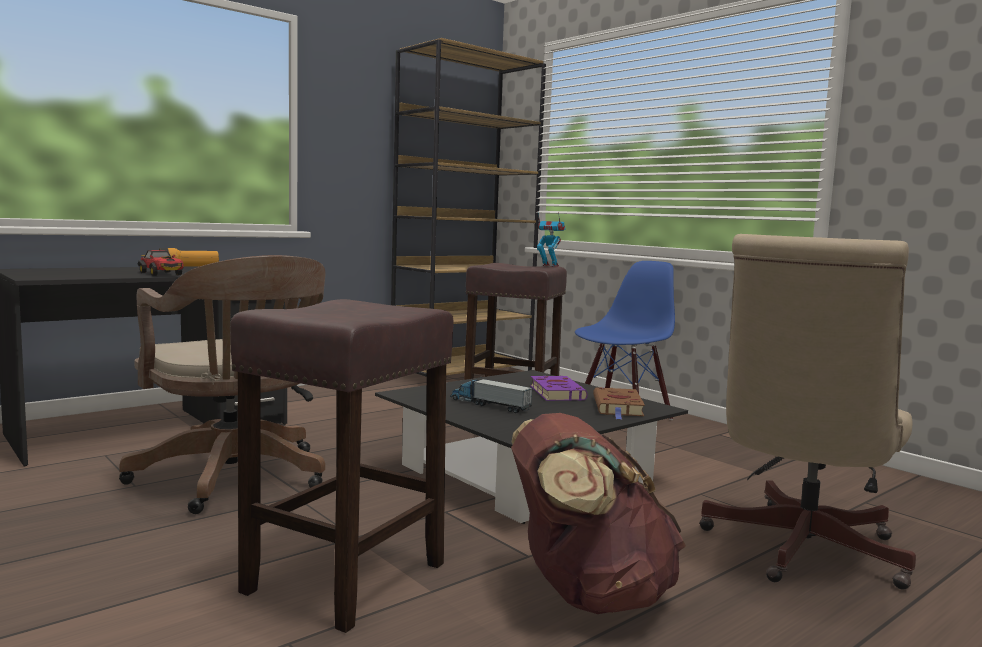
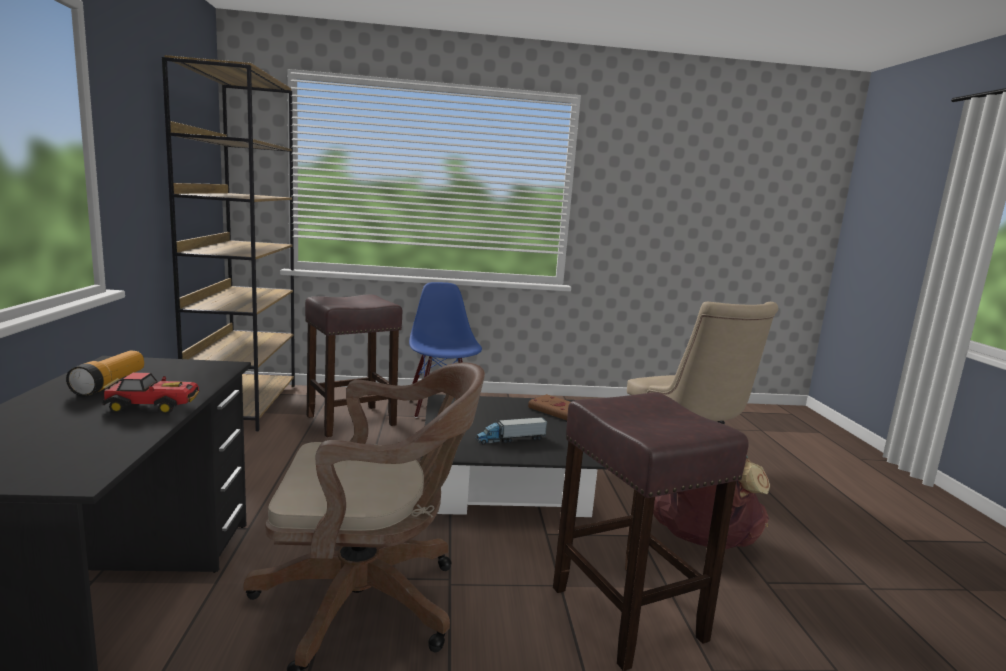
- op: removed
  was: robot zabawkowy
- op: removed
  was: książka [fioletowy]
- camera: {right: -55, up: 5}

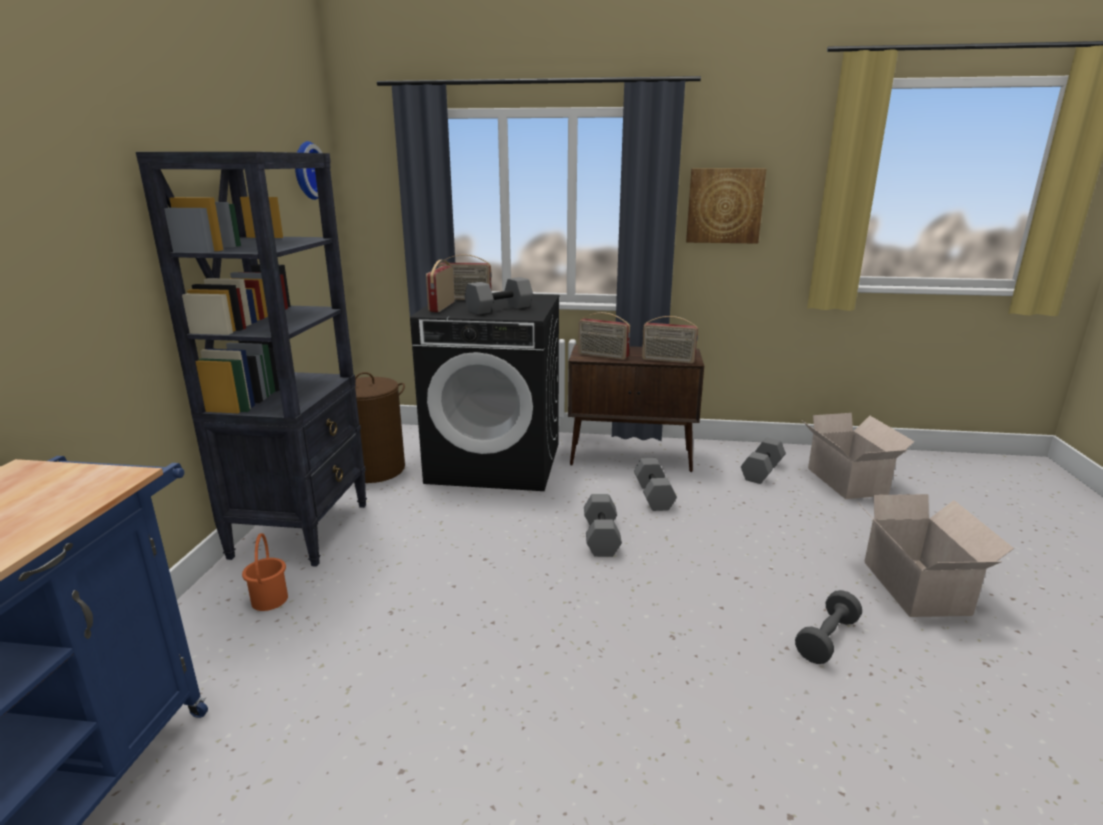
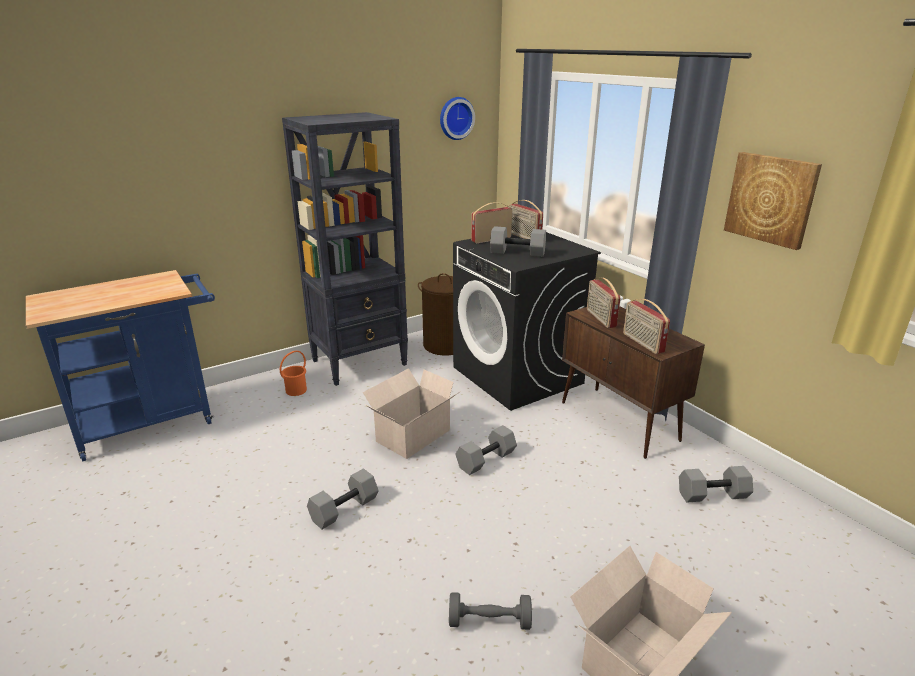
- op: moved
  was: karton (1st from left)
- op: moved
  was: hantel [szary] (3rd from left in the first image)
  now: hantel [szary] (1st from left)
- camera: {right: 50, up: 5}

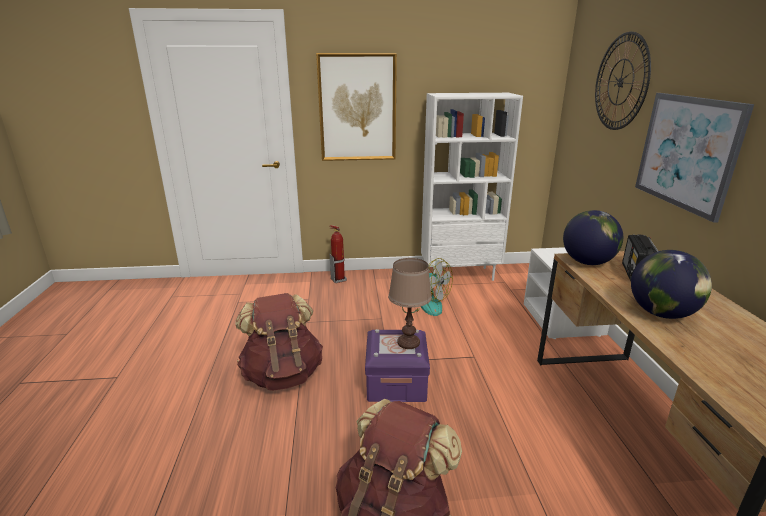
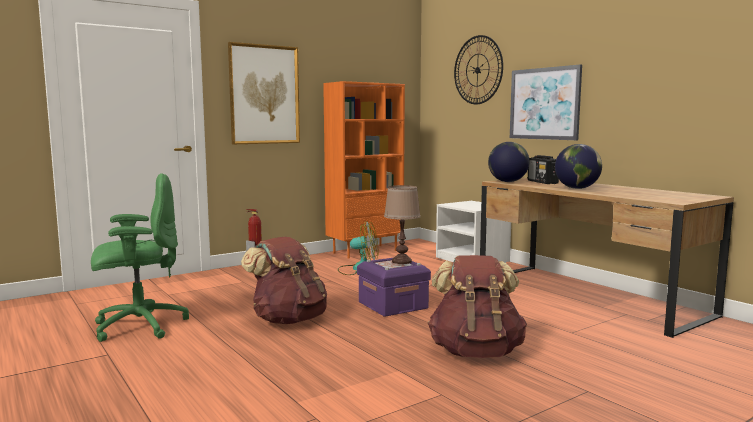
- op: recoloured
  was: regał [biały]
  now: regał [pomarańczowy]
- op: added
  now: krzesło biurowe [zielony]
- camera: {right: -30, up: -15}

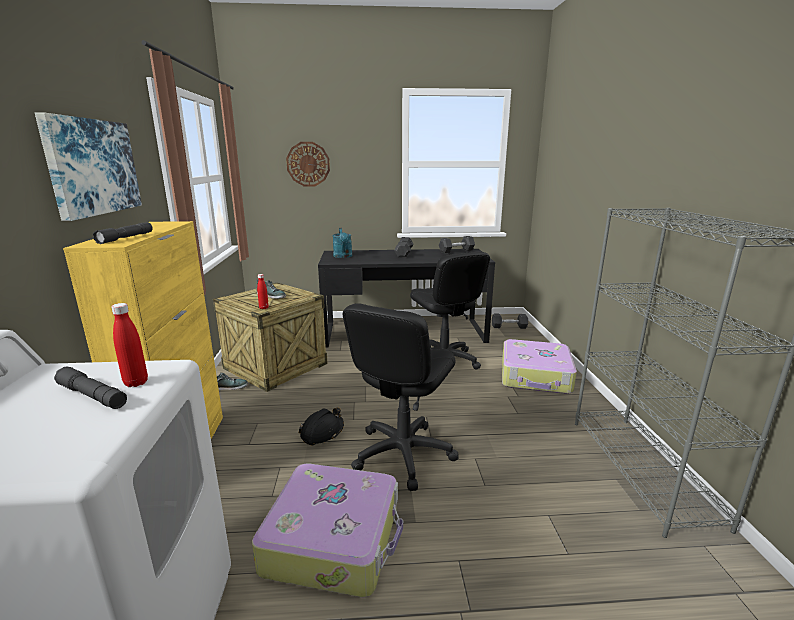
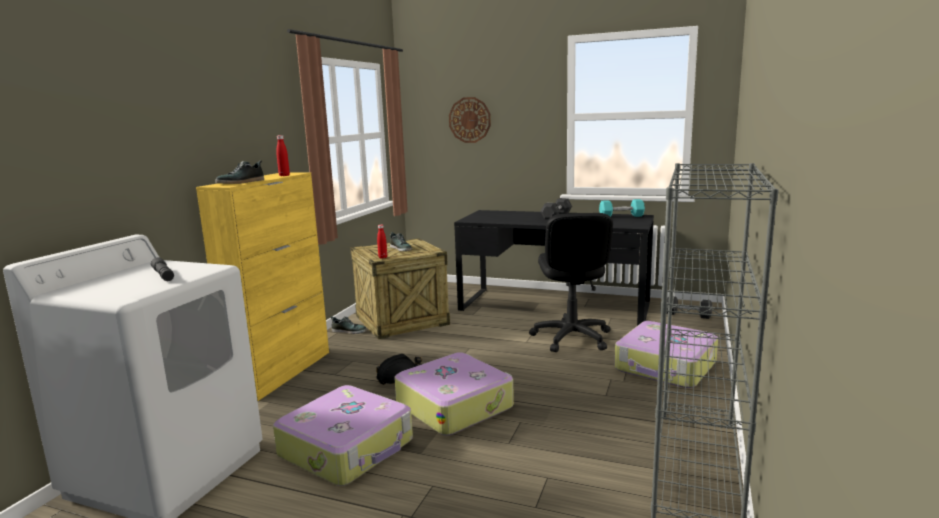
- op: removed
  was: obraz
- op: replaced
  was: latarka [szary] (2nd from left)
  now: but (1st from left)
- op: removed
  was: konewka [turkusowy]
- op: recoloured
  was: hantel [szary] (2nd from left)
  now: hantel [turkusowy]
- op: moved
  was: butelka [czerwony] (1st from left)
- op: replaced
  was: krzesło biurowe [czarny] (1st from left)
  now: walizka (2nd from left)
- camera: {right: 25, up: -5}

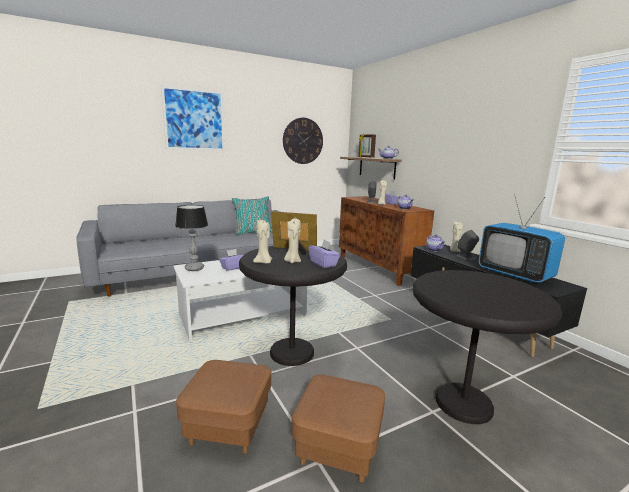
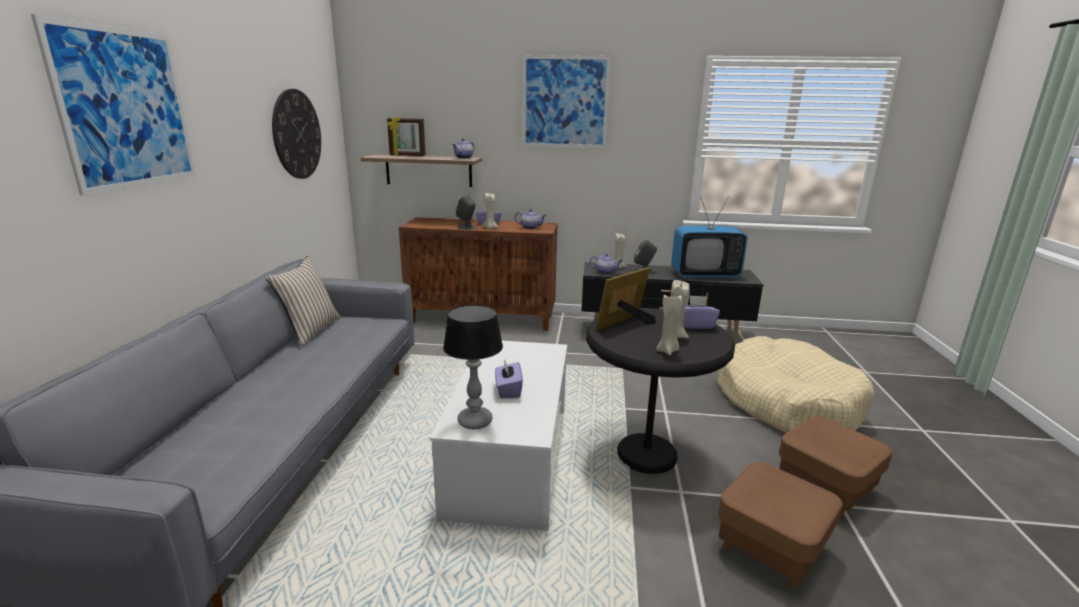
- op: recoloured
  was: poduszka [turkusowy]
  now: poduszka [beżowy]
- op: replaced
  was: stolik [czarny] (2nd from left)
  now: legowisko [beżowy]
- op: added
  now: obraz (2nd from left)
- camera: {right: -55, up: 5}

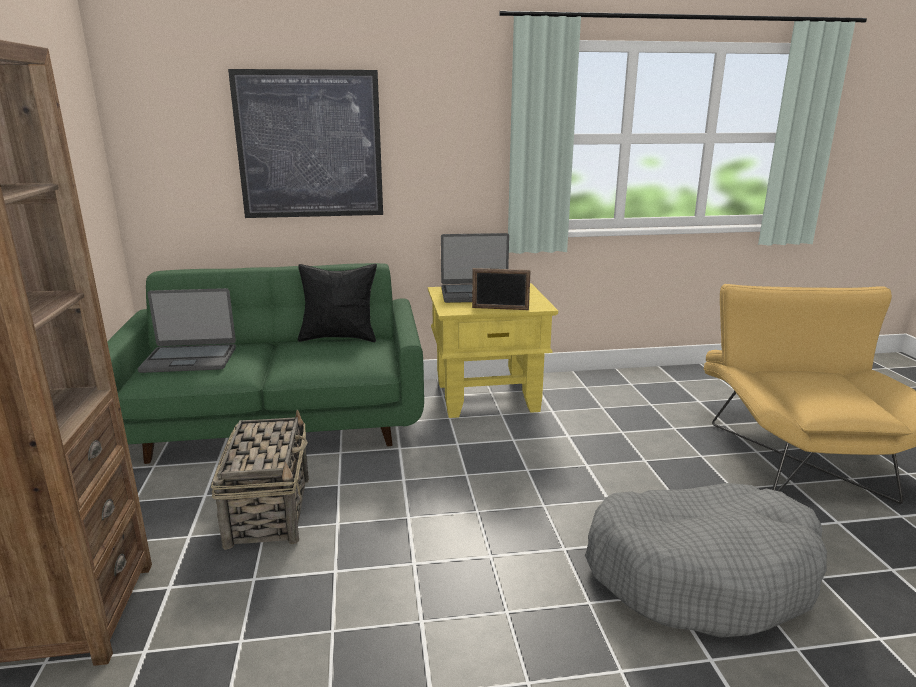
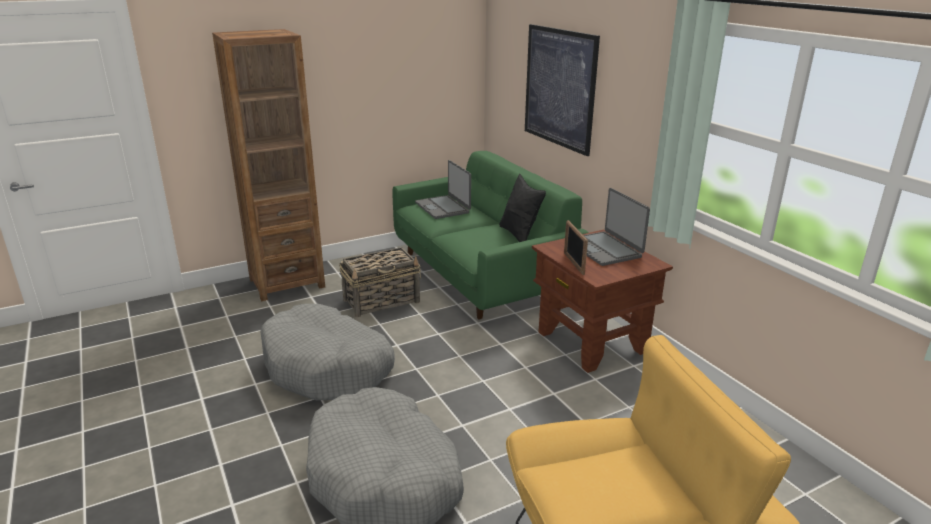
- op: recoloured
  was: stolik [żółty]
  now: stolik [brązowy]
- op: added
  now: legowisko [szary] (1st from left)
- camera: {right: 70, up: 5}

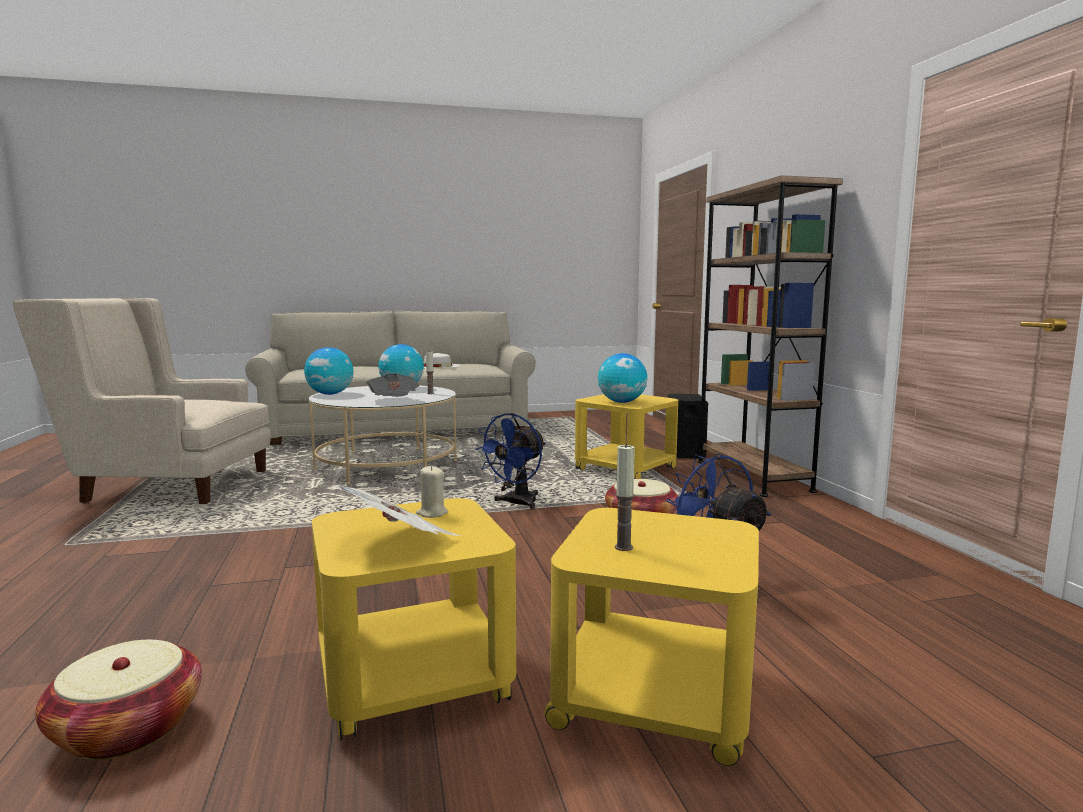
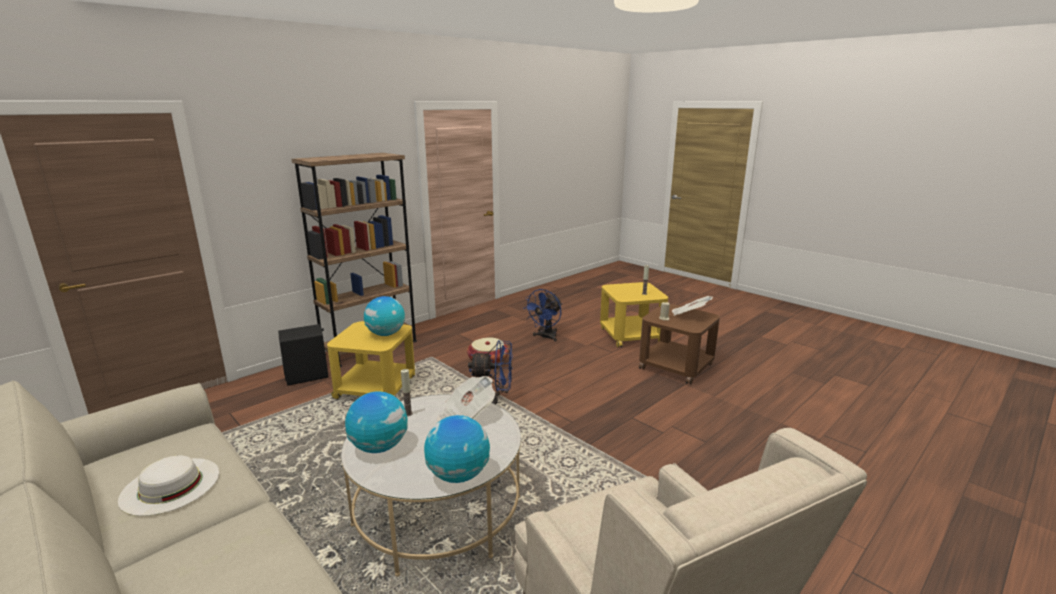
- op: recoloured
  was: stolik [żółty] (1st from left)
  now: stolik [brązowy]
- op: removed
  was: koszyk (1st from left)
- camera: {right: -120, up: 10}

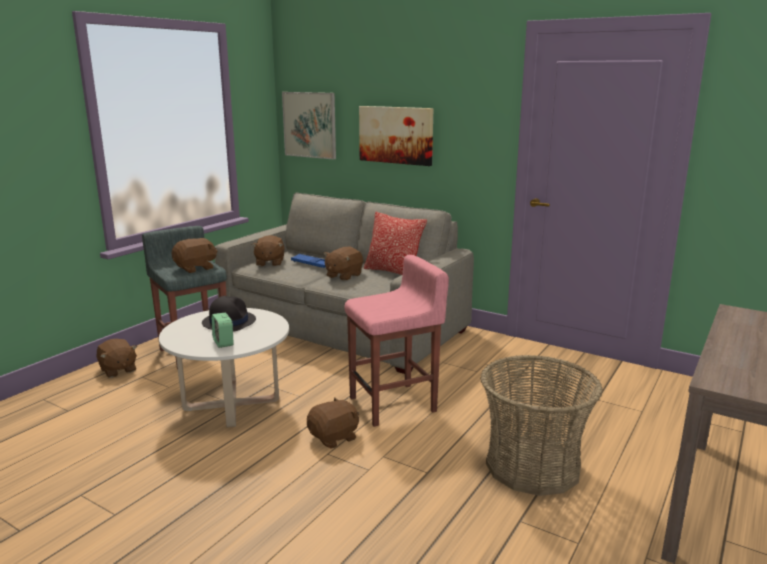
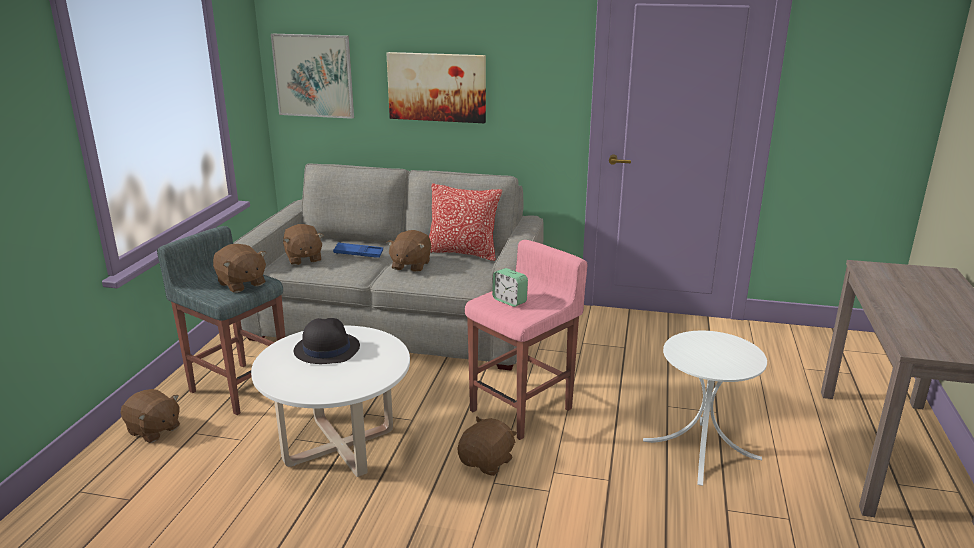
- op: turned
  was: pluszak [brązowy] (2nd from left)
  clockwise: 105
- op: moved
  was: budzik
- op: replaced
  was: koszyk
  now: stolik [biały]
- camera: {right: -20, up: 5}

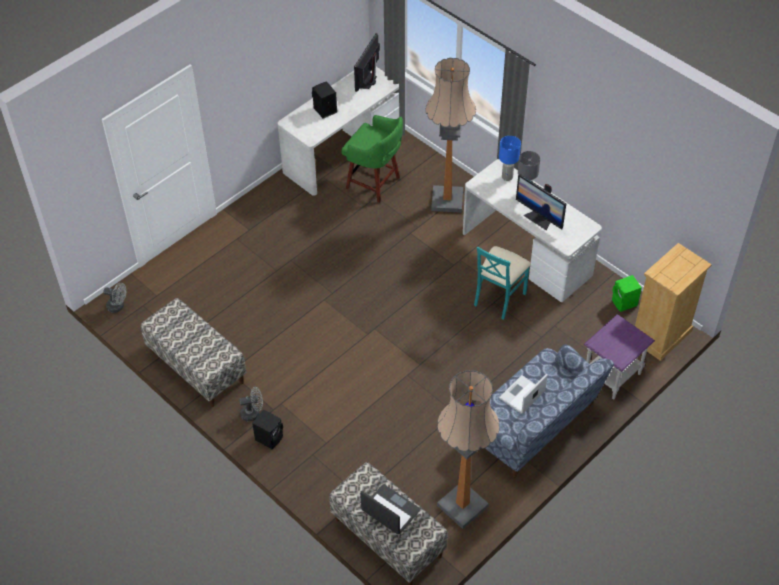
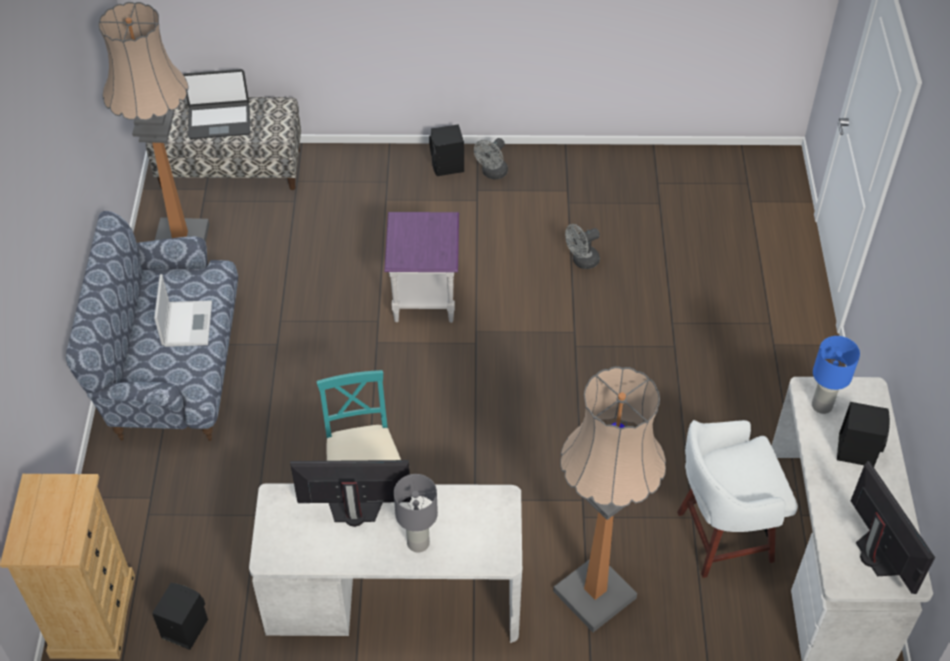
- op: recoloured
  was: stołek [zielony]
  now: stołek [biały]
- op: moved
  was: lampa stołowa [niebieski]
- op: recoloured
  was: głośnik [zielony]
  now: głośnik [czarny] (1st from left)
- op: moved
  was: wentylator [szary] (1st from left in the first image)
  now: wentylator [szary] (2nd from left)
- op: removed
  was: ławka (1st from left)
- op: moved
  was: stolik [fioletowy]
- camera: {right: 135, up: 0}

